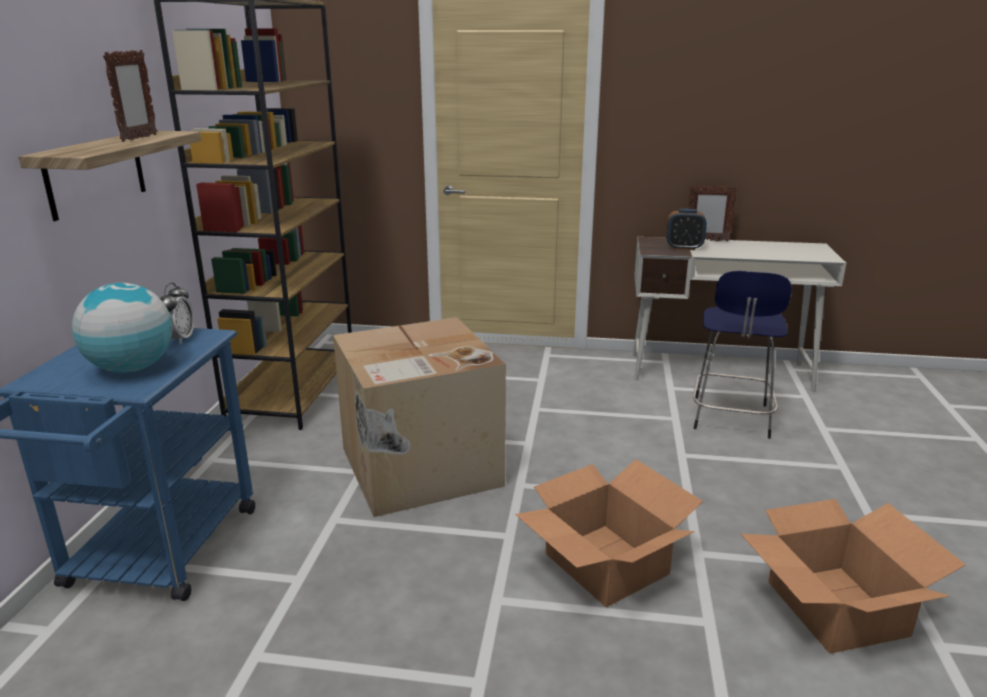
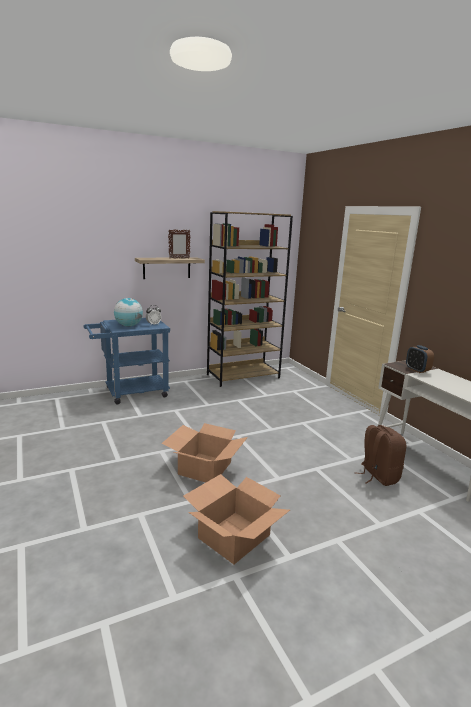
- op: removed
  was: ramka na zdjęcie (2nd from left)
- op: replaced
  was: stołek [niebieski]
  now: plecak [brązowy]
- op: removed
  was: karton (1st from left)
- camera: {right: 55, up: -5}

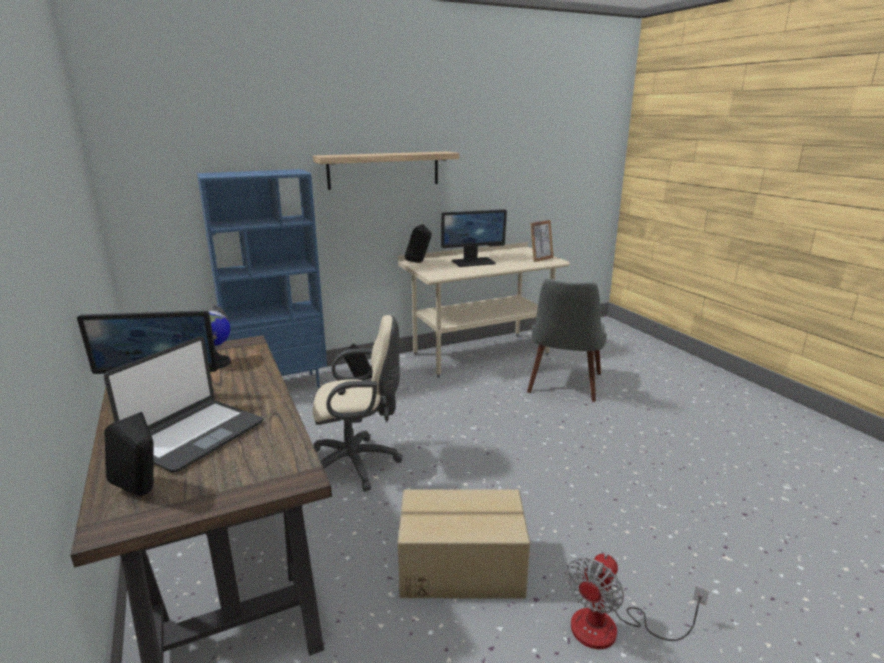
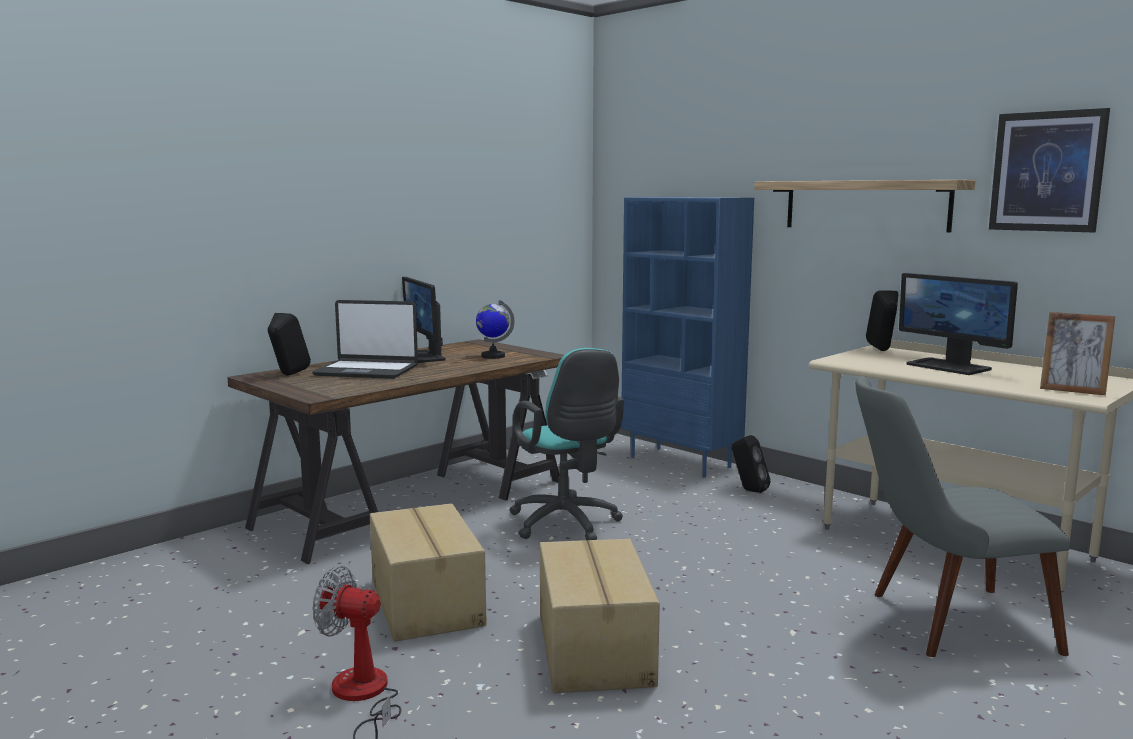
- op: recoloured
  was: krzesło biurowe [beżowy]
  now: krzesło biurowe [turkusowy]
- op: added
  now: obraz
- op: added
  now: karton (2nd from left)
- camera: {right: 70, up: -10}

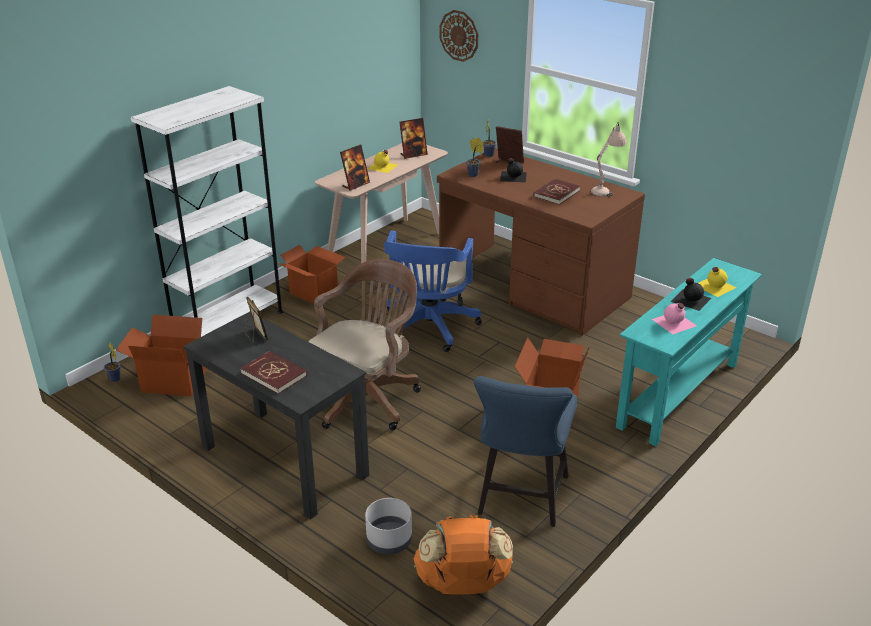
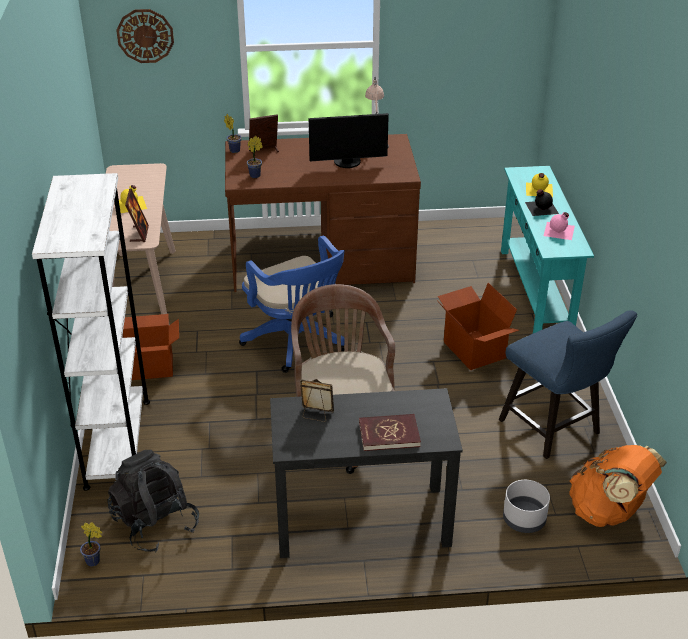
- op: removed
  was: ramka na zdjęcie (3rd from left)
- op: removed
  was: butelka [czarny] (1st from left)
- op: replaced
  was: książka [czerwony] (2nd from left)
  now: monitor
- op: replaced
  was: karton (1st from left)
  now: plecak [czarny]
- camera: {right: -45, up: 5}

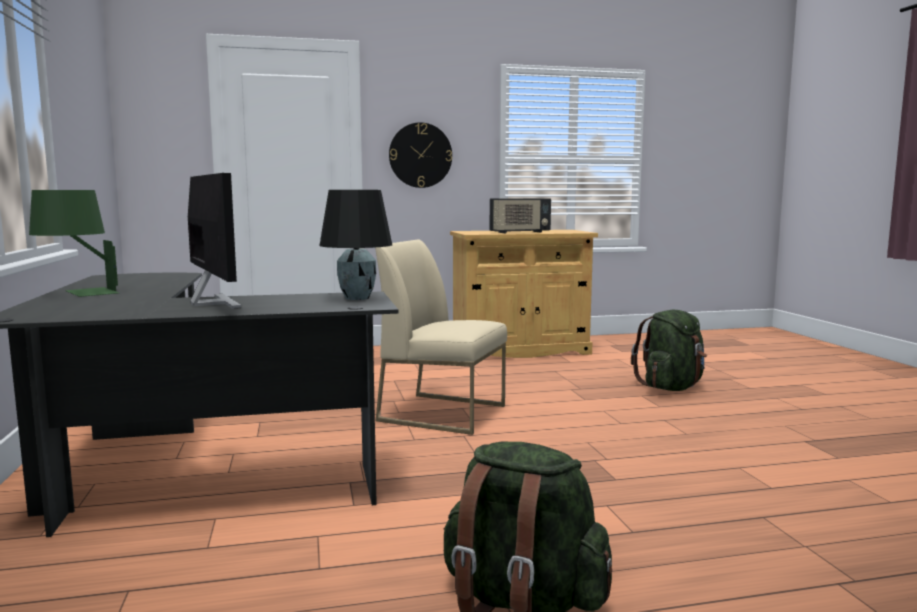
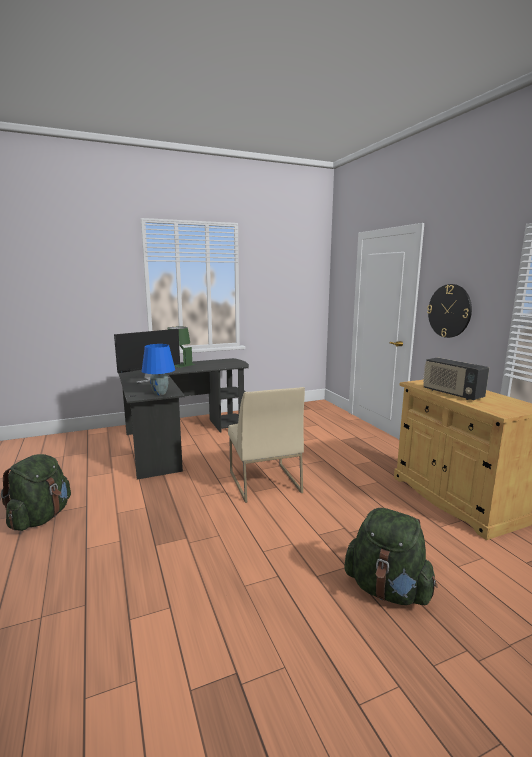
- op: recoloured
  was: lampa stołowa [czarny]
  now: lampa stołowa [niebieski]
- op: turned
  was: krzesło [beżowy]
  clockwise: 150
- camera: {right: 80, up: 5}

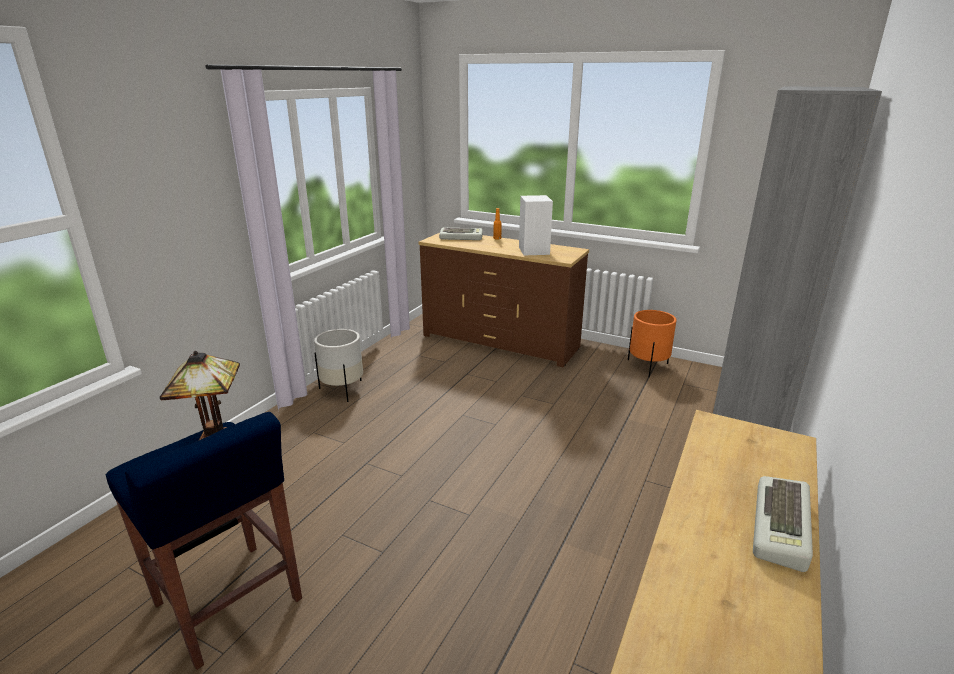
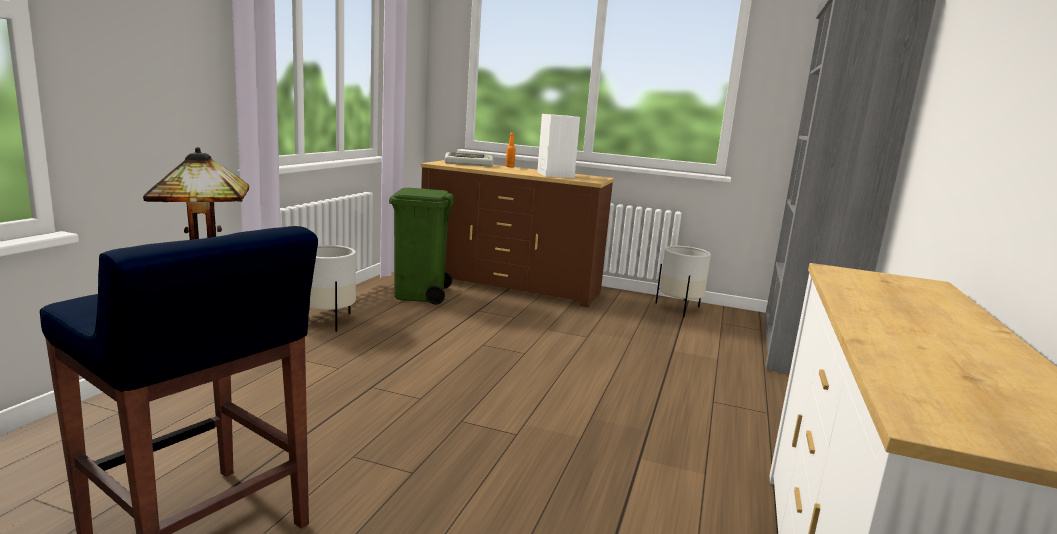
- op: recoloured
  was: donica [pomarańczowy]
  now: donica [biały] (2nd from left)
- op: removed
  was: klawiatura (2nd from left)
- op: added
  now: kosz na śmieci [zielony]
- camera: {right: -10, up: -10}

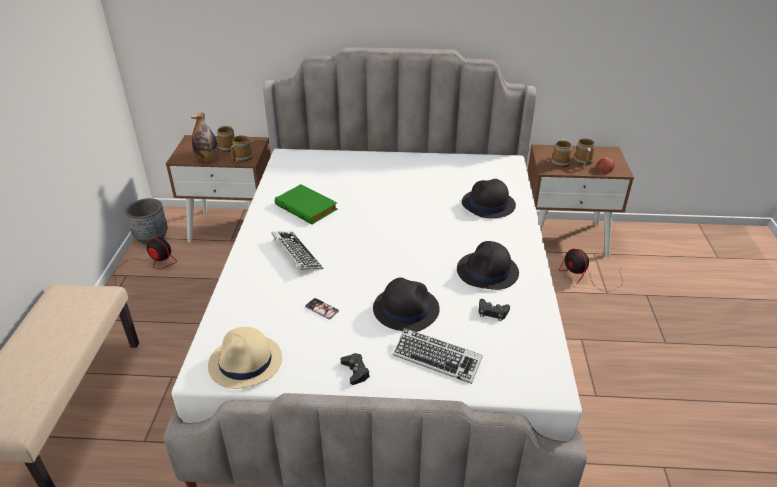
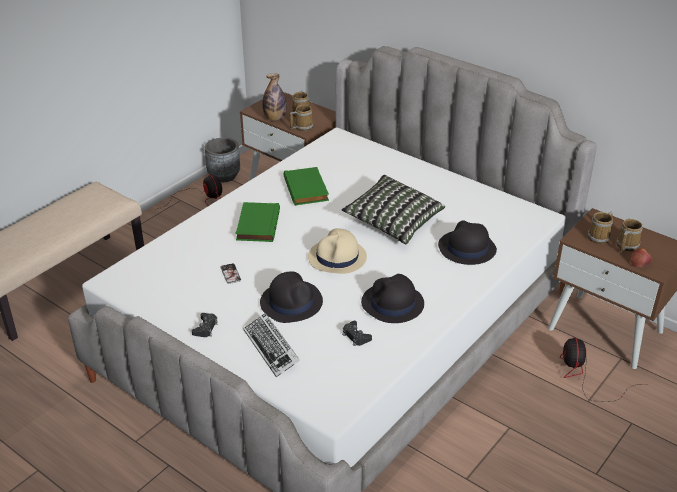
- op: replaced
  was: klawiatura (1st from left)
  now: książka [zielony] (1st from left)
- op: moved
  was: kapelusz [beżowy]
- op: added
  now: poduszka
- camera: {right: 35, up: 0}

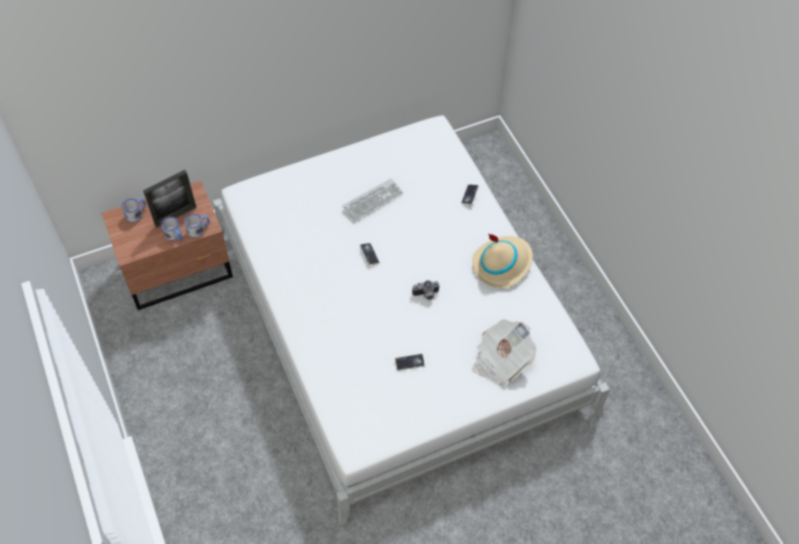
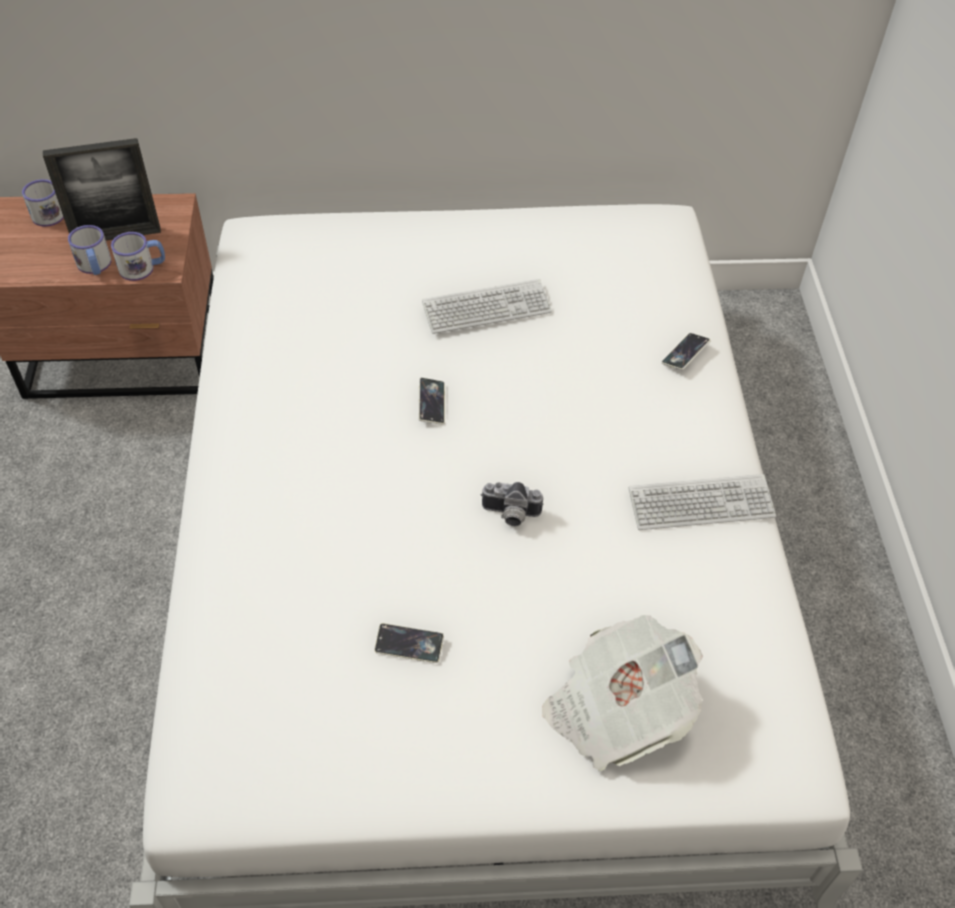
- op: replaced
  was: kapelusz [beżowy]
  now: klawiatura (2nd from left)
- camera: {right: 20, up: -5}

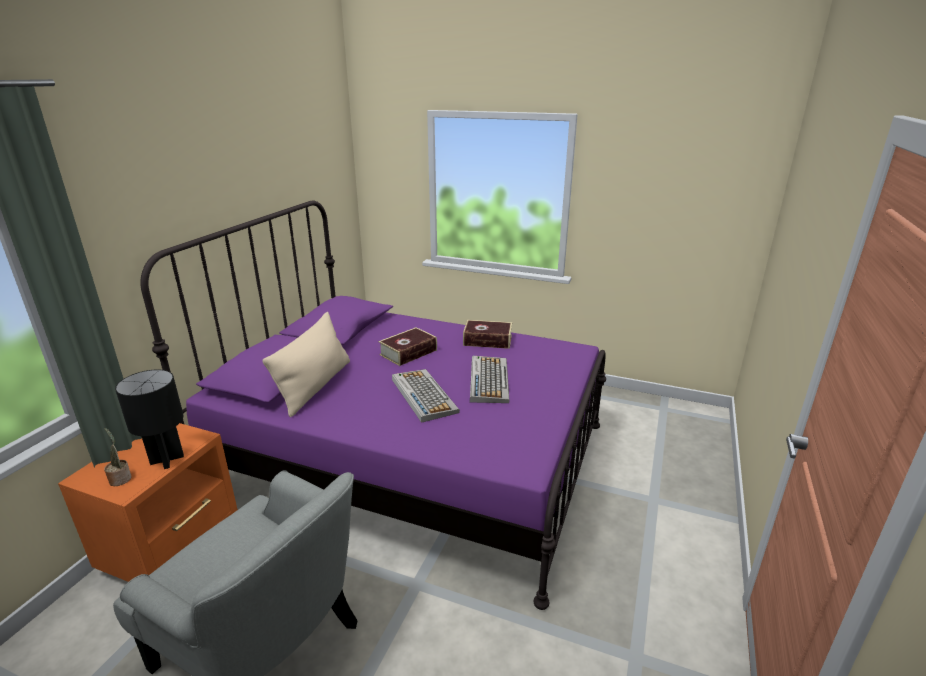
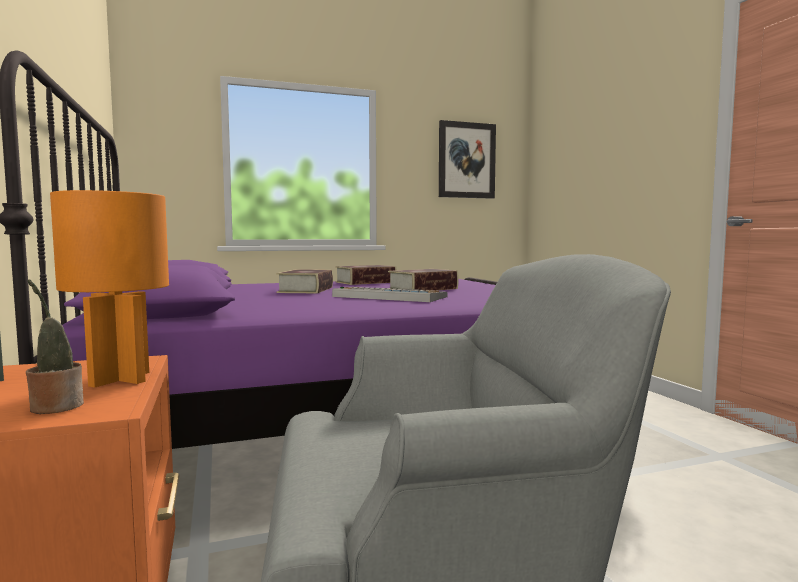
- op: removed
  was: poduszka [beżowy]
- op: replaced
  was: klawiatura (2nd from left)
  now: książka (3rd from left)
- op: recoloured
  was: lampa stołowa [czarny]
  now: lampa stołowa [pomarańczowy]
- op: added
  now: obraz
- camera: {right: -40, up: -20}

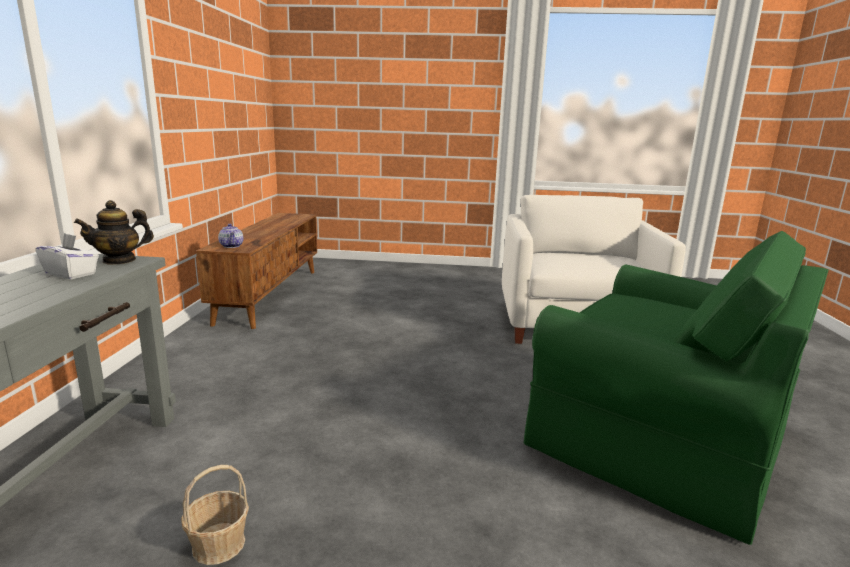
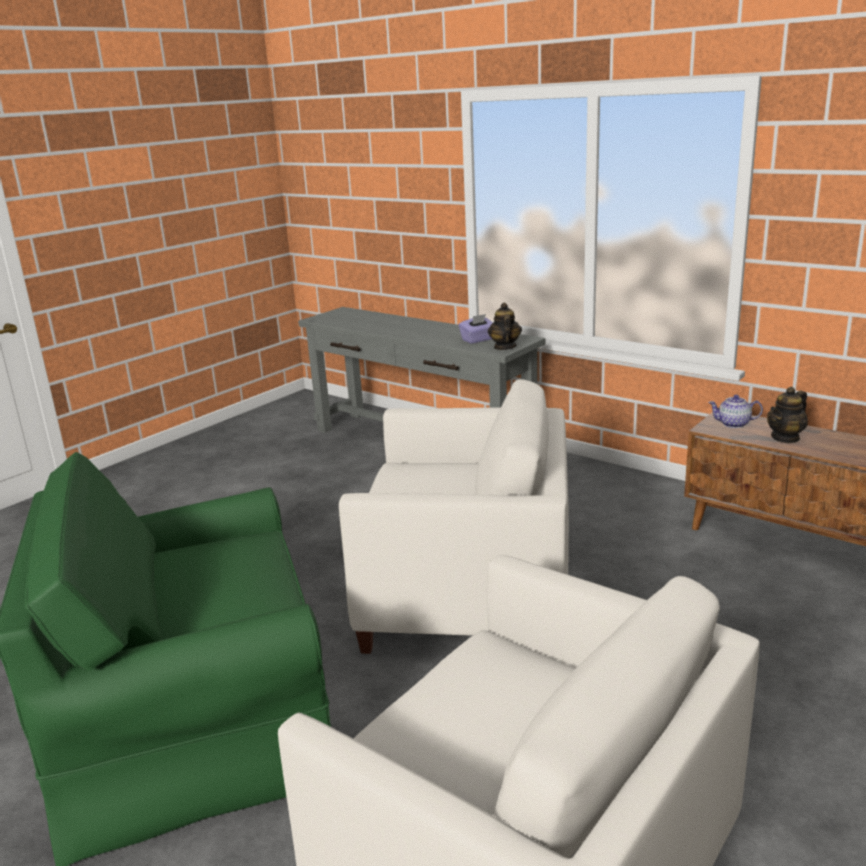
- op: recoloured
  was: pudełko chusteczek [biały]
  now: pudełko chusteczek [fioletowy]
- op: removed
  was: koszyk
- op: added
  now: fotel [biały] (1st from left)
- op: added
  now: imbryk (3rd from left)
- camera: {right: 125, up: 5}

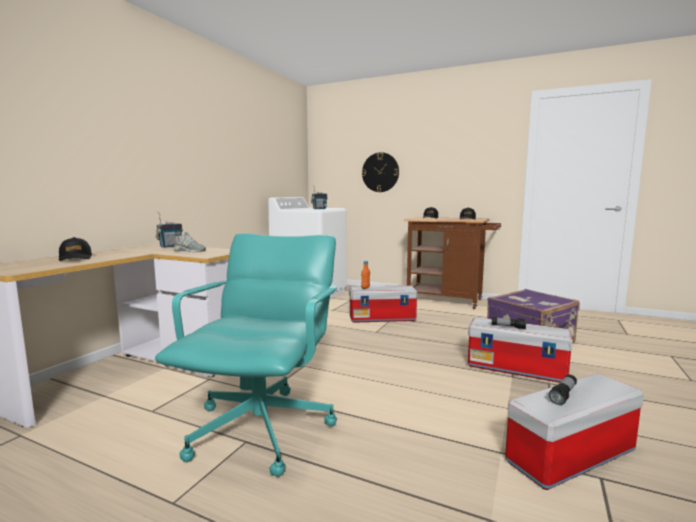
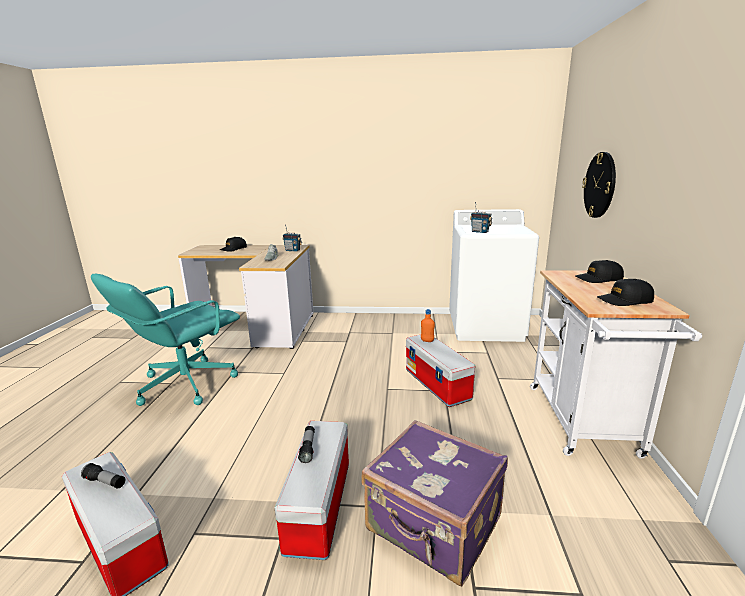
- op: recoloured
  was: wózek [brązowy]
  now: wózek [biały]
- op: turned
  was: krzesło biurowe [turkusowy]
  clockwise: 135
- camera: {right: 70, up: 10}

